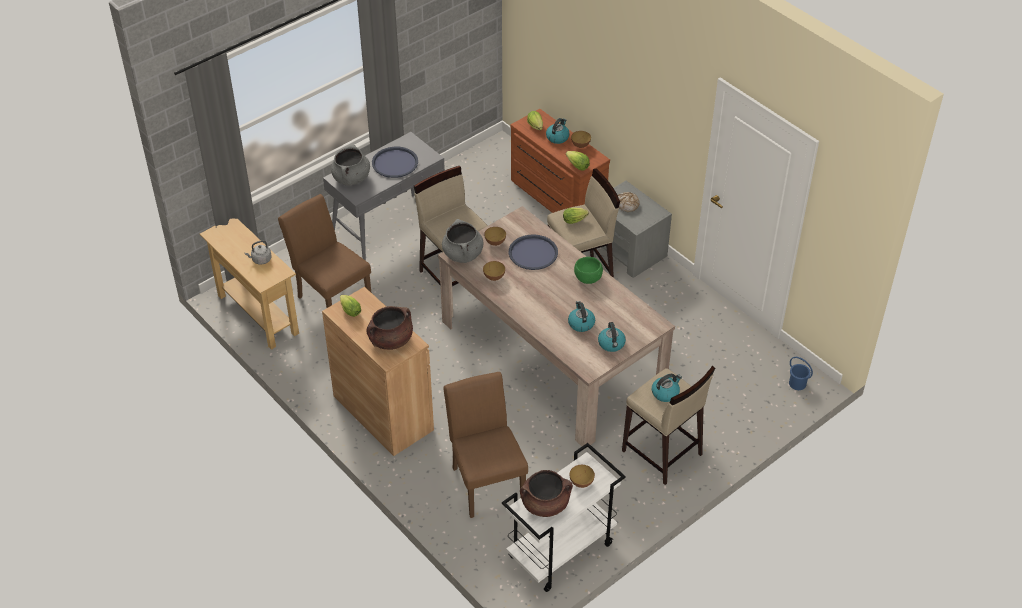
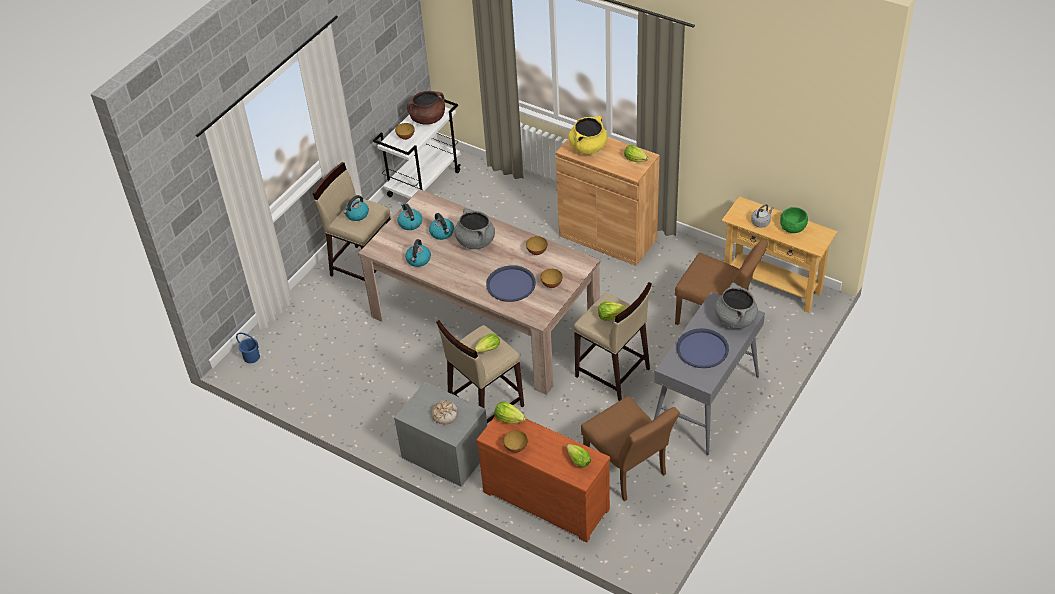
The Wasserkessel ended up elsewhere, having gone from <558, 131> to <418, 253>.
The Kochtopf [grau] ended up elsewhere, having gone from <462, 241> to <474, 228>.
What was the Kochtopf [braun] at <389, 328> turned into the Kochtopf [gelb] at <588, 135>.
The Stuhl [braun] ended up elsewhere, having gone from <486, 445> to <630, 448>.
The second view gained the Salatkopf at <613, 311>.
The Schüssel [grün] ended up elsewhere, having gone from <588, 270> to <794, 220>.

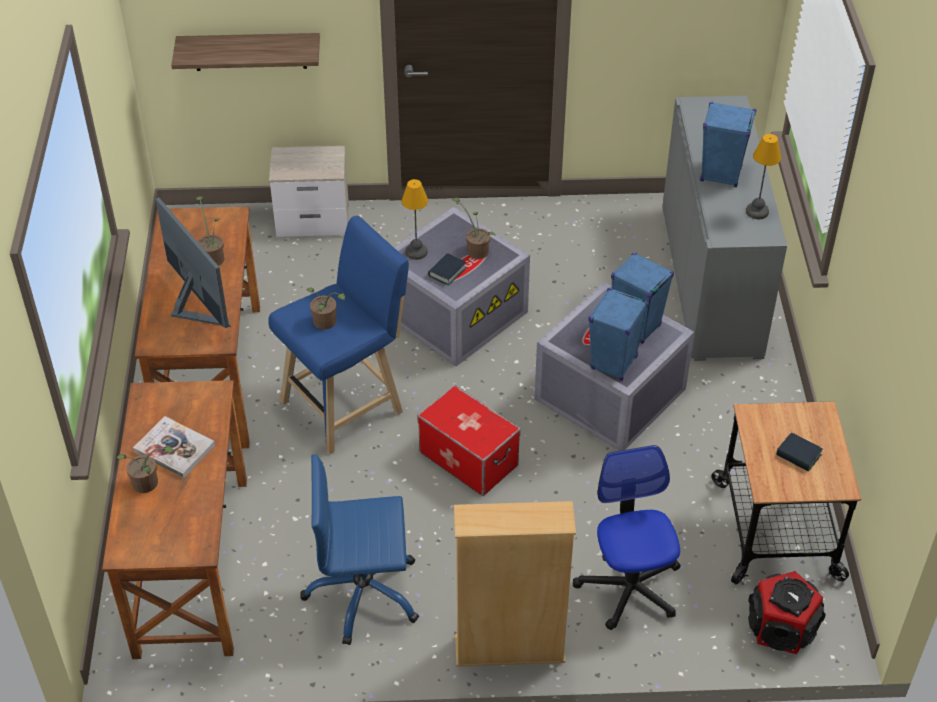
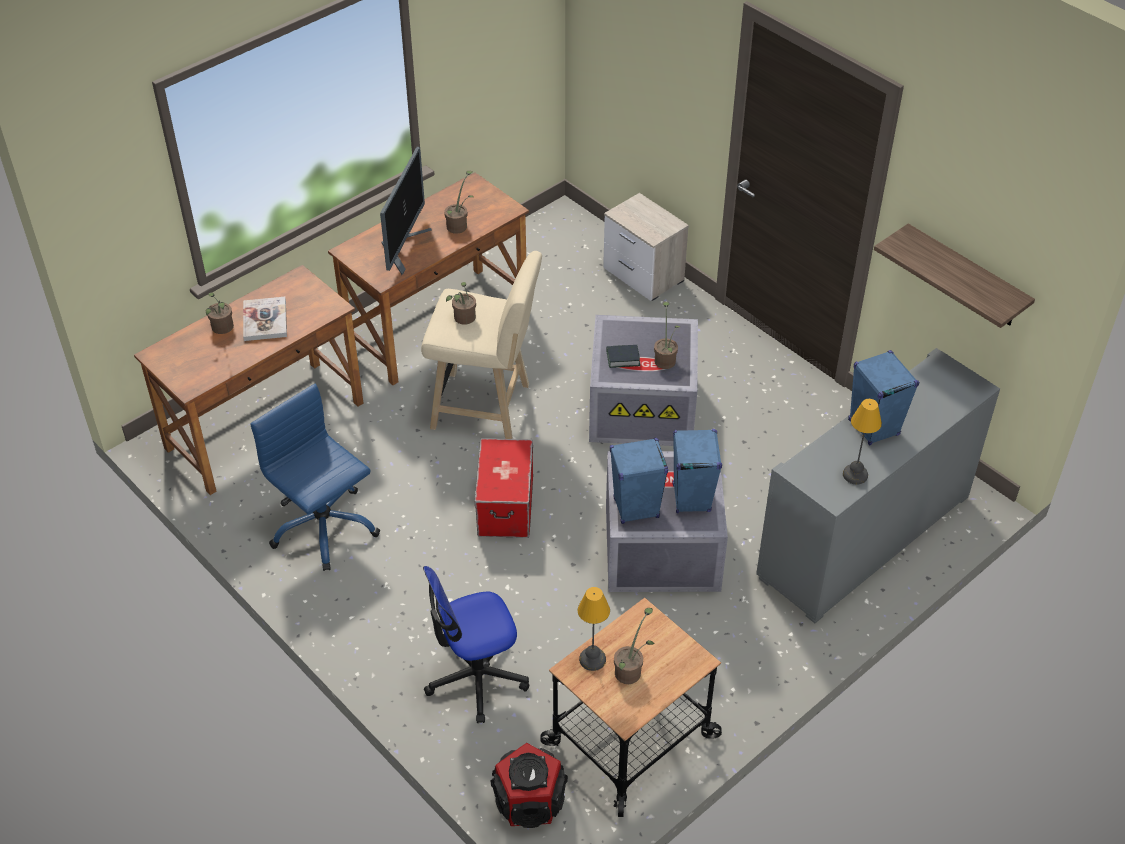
What was the Hocker [blau] at <338, 335> turned into the Hocker [beige] at <481, 345>.
The Bürostuhl at <627, 537> ended up facing another way, 150 degrees counterclockwise from before.
The Tischlampe ended up elsewhere, having gone from <415, 219> to <594, 629>.
Where the Buch stood at <799, 452>, the Topfpflanze came to stand at <634, 646>.
The Wandregal ended up elsewhere, having gone from <245, 52> to <954, 276>.
The second view lost the Bücherregal [beige] at <515, 584>.

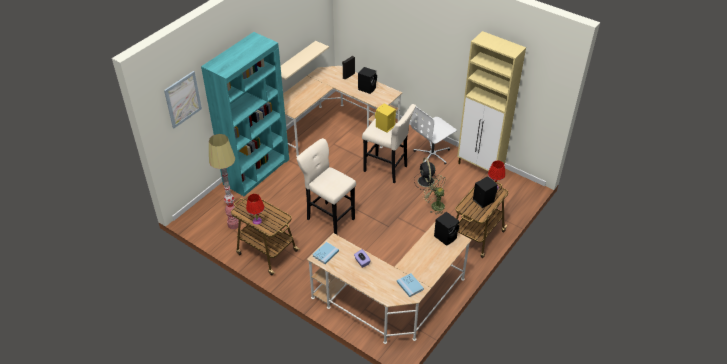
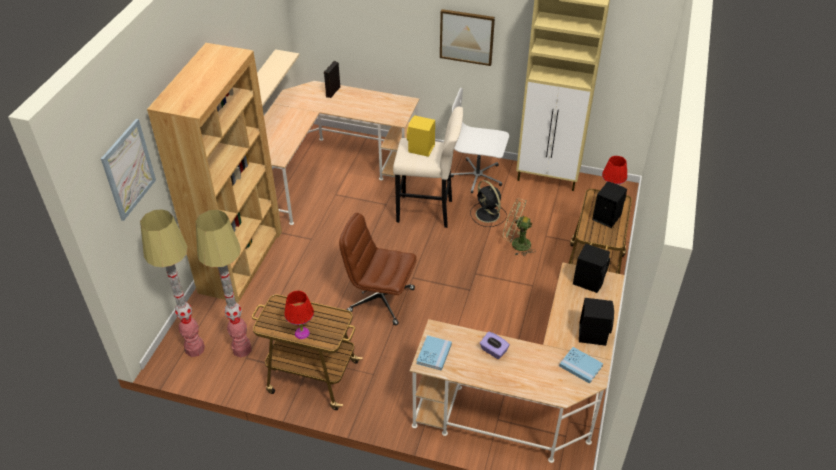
The second view gained the Stehlampe at <172, 283>.
What was the Bücherregal [türkis] at <245, 114> turned into the Bücherregal [braun] at <214, 173>.
Where the Hocker [beige] stood at <326, 186>, the Bürostuhl [braun] came to stand at <377, 269>.
The second view gained the Bild at <467, 37>.
The Bürostuhl [weiß] at <434, 135> ended up facing another way, 75 degrees clockwise from before.
The Lautsprecher [schwarz] ended up elsewhere, having gone from <367, 80> to <596, 322>.

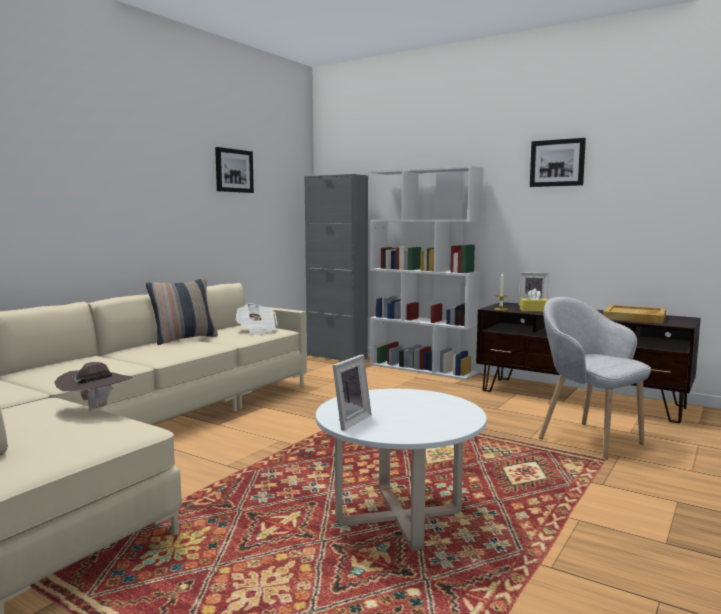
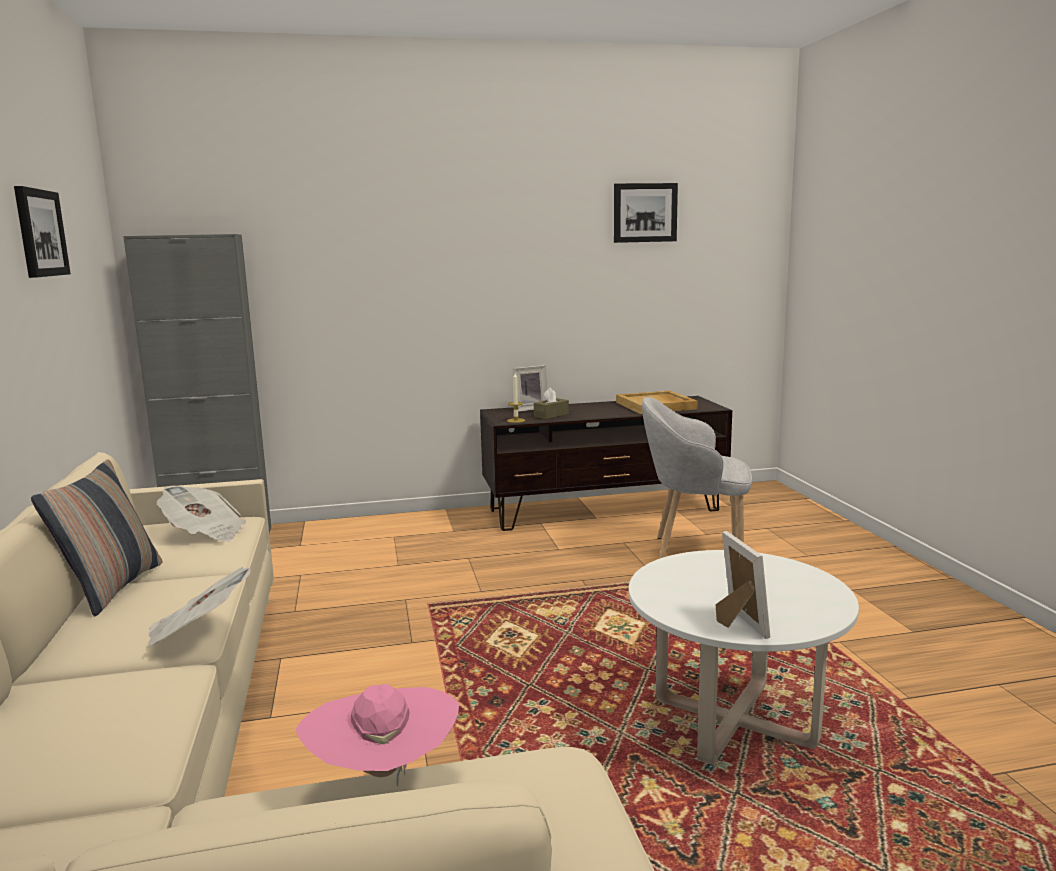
The second view gained the Zeitung at <199, 607>.
What was the Hut [braun] at <93, 387> turned into the Hut [rosa] at <377, 735>.
What was the Taschentuchbox [gelb] at <534, 300> turned into the Taschentuchbox [braun] at <551, 403>.
The Bild ended up elsewhere, having gone from <558, 162> to <646, 213>.
The second view lost the Bücherregal [weiß] at <427, 273>.

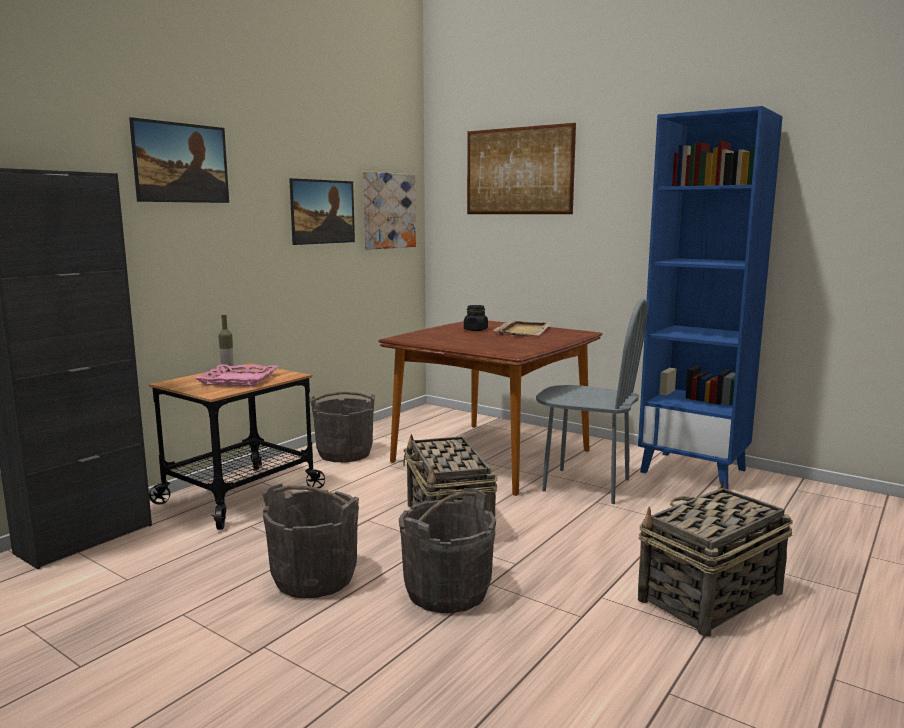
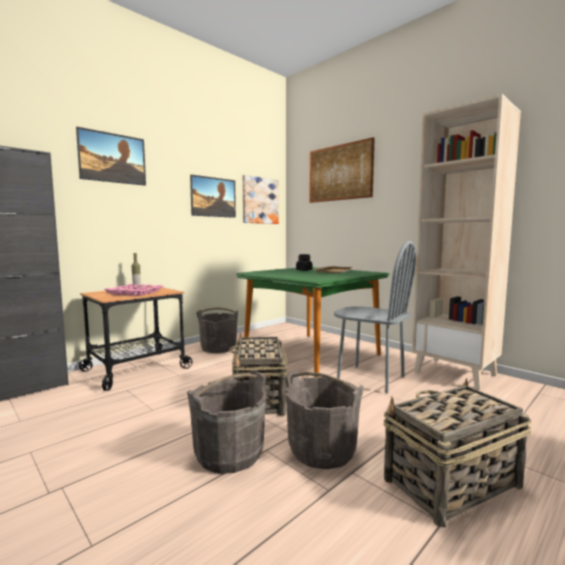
What was the Esstisch [braun] at <490, 408> turned into the Esstisch [grün] at <313, 322>.
The Eimer [grau] ended up elsewhere, having gone from <310, 541> to <324, 419>.
What was the Bücherregal [blau] at <710, 298> turned into the Bücherregal [beige] at <466, 242>.

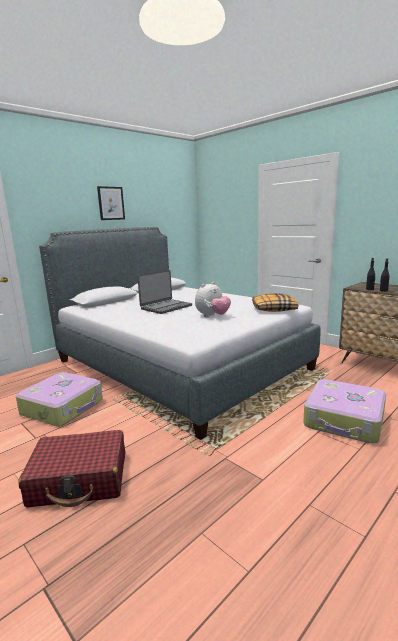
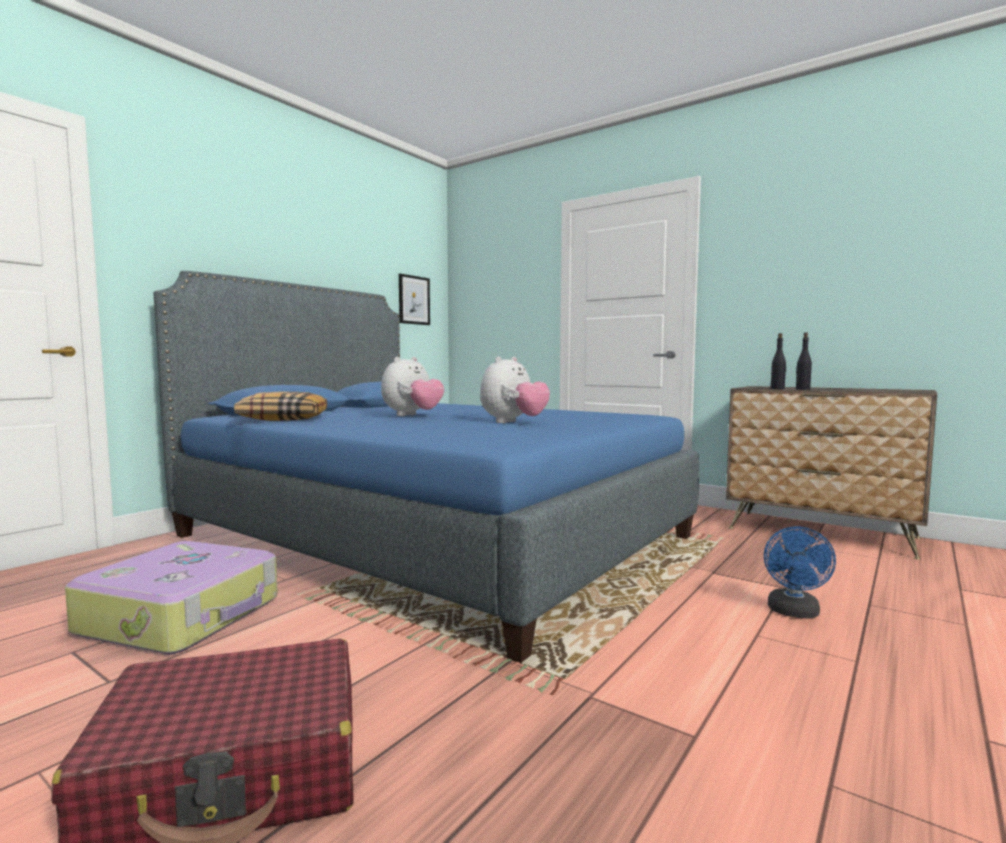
What was the Bett [grau] at <179, 333> turned into the Bett [blau] at <426, 467>.
The Kissen ended up elsewhere, having gone from <275, 302> to <280, 406>.
Where the Laptop stood at <164, 292>, the Plüschtier came to stand at <412, 386>.
The Bild ended up elsewhere, having gone from <111, 203> to <414, 299>.
Where the Koffer stood at <344, 411>, the Ventilator [blau] came to stand at <800, 572>.

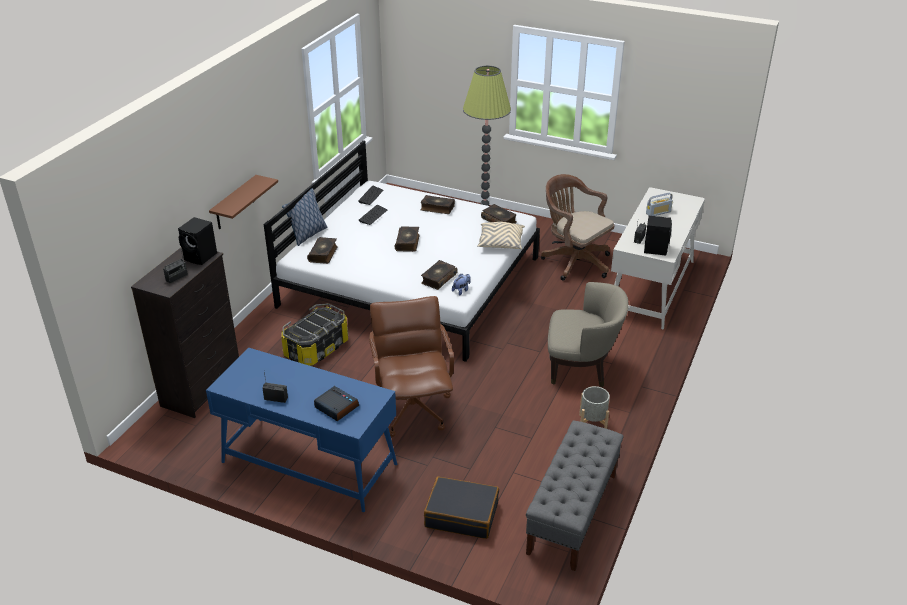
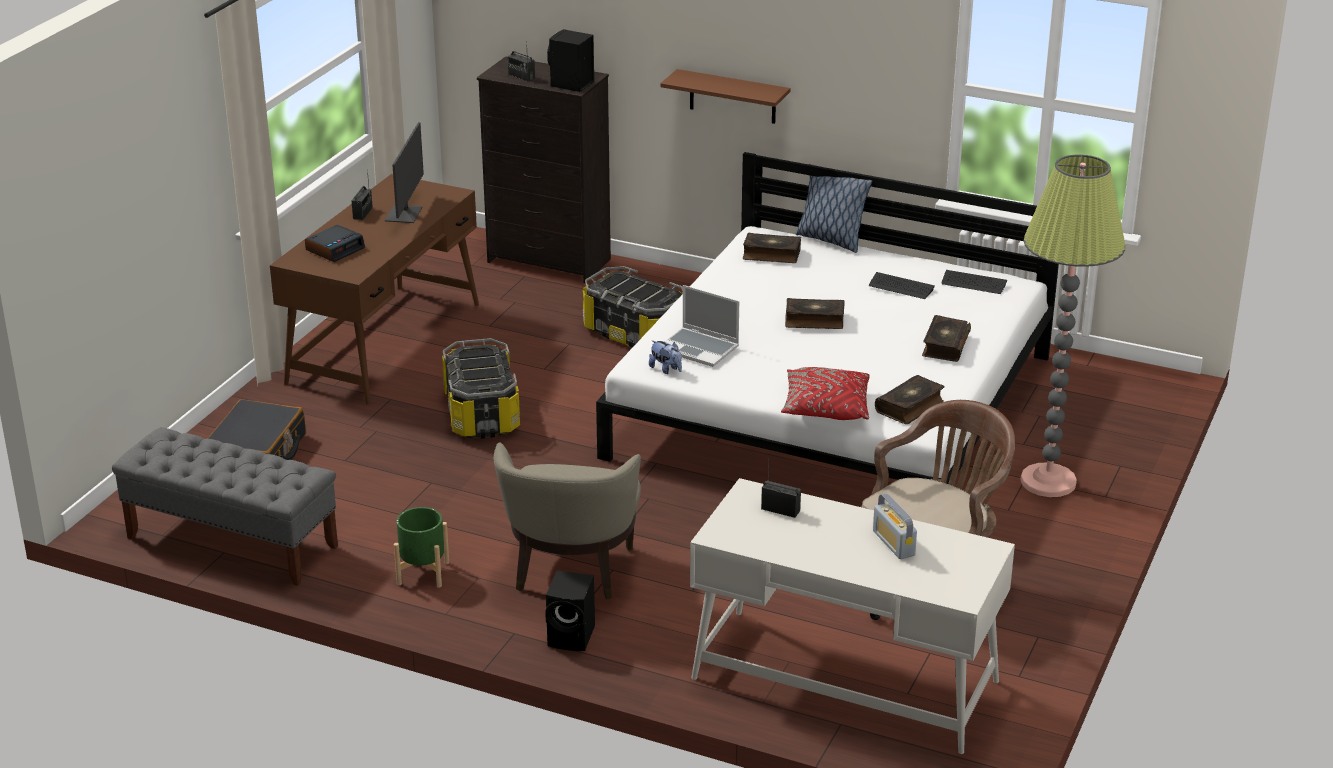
What was the Schreibtisch [blau] at <301, 430> turned into the Schreibtisch [braun] at <374, 289>.
The second view gained the Monitor at <404, 172>.
What was the Pflanzkübel [grau] at <594, 407> turned into the Pflanzkübel [grün] at <421, 547>.
Where the Bürostuhl [braun] stood at <411, 366>, the Aufbewahrungsbox came to stand at <481, 388>.
The Lautsprecher [schwarz] ended up elsewhere, having gone from <658, 236> to <570, 611>.
Where the Buch stood at <439, 275>, the Laptop came to stand at <701, 326>.
What was the Kissen [beige] at <501, 235> turned into the Kissen [rot] at <825, 393>.

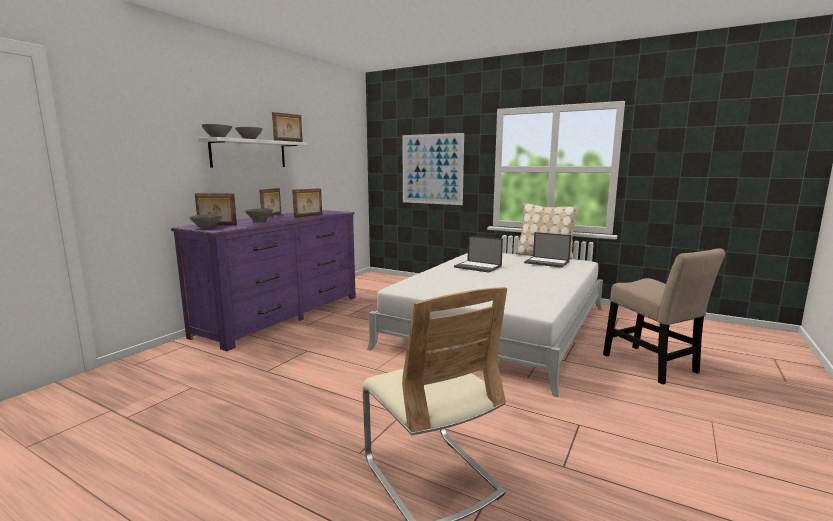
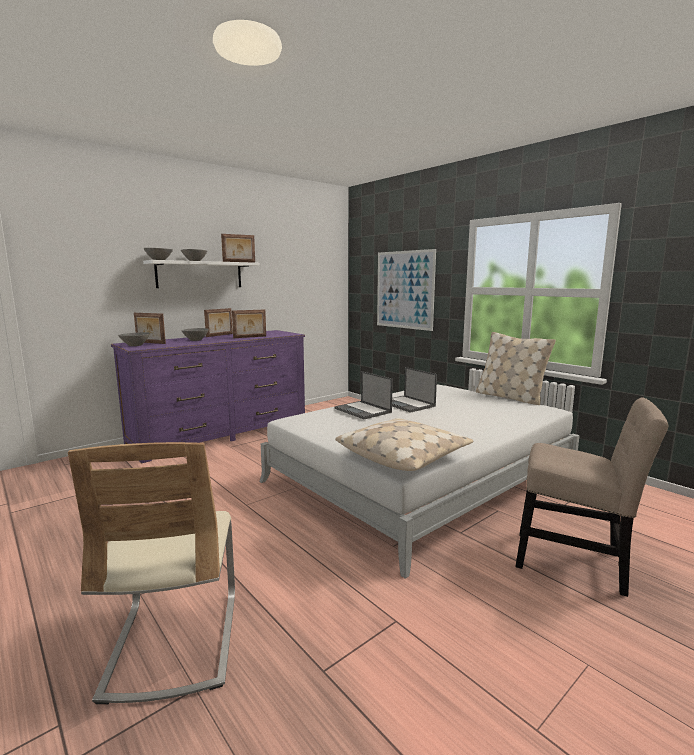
The Laptop ended up elsewhere, having gone from <547, 250> to <363, 395>.
The second view gained the Kissen [beige] at <404, 444>.
The Stuhl [beige] at <664, 316> ended up facing another way, 60 degrees counterclockwise from before.

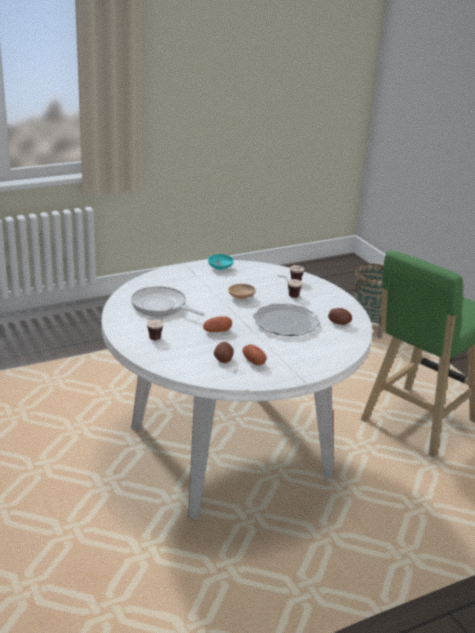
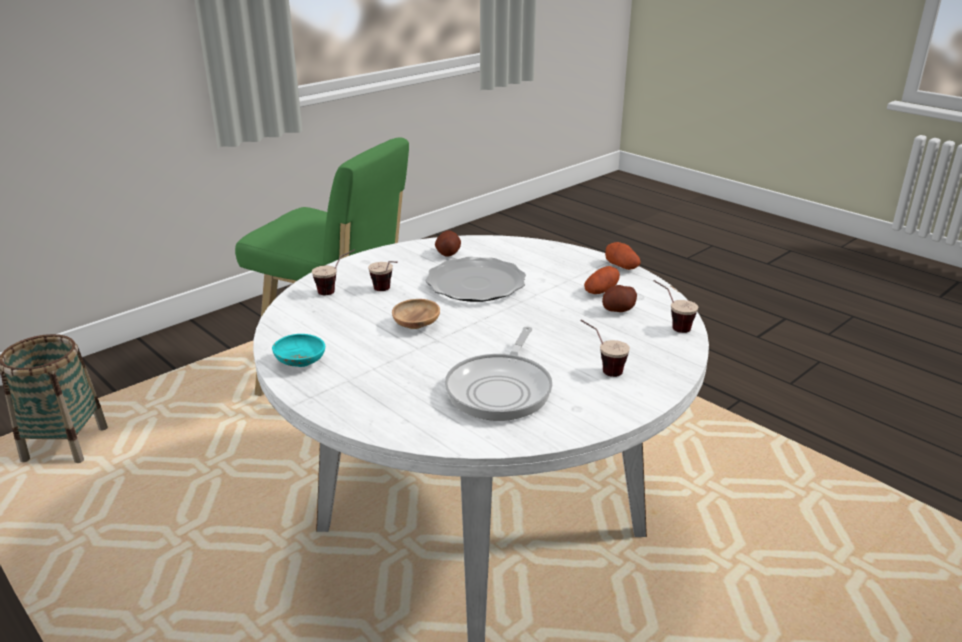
The Kartoffel ended up elsewhere, having gone from <217, 324> to <623, 256>.
The second view gained the Tasse at <676, 306>.

